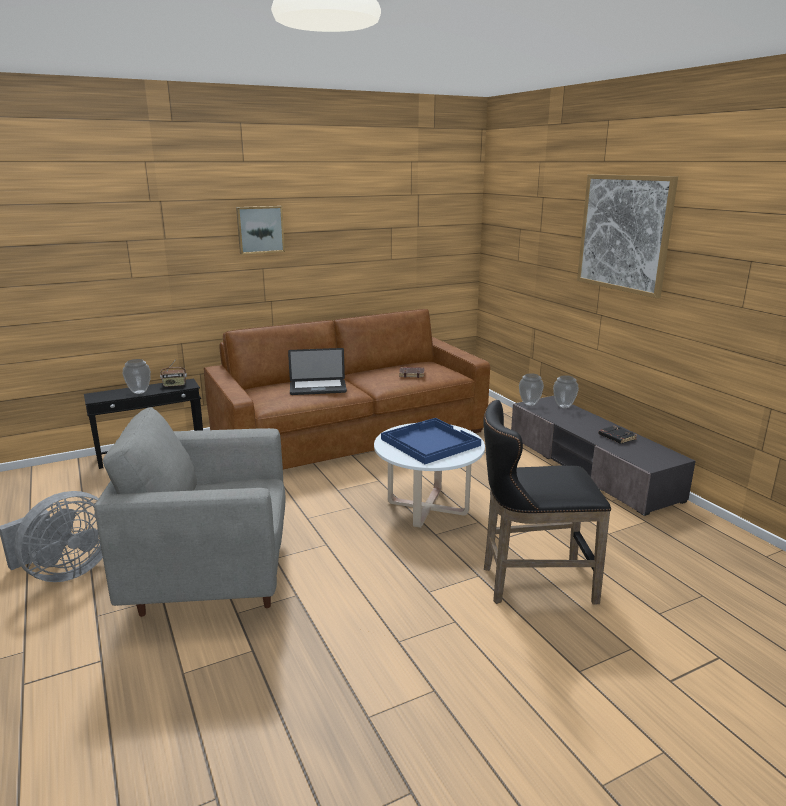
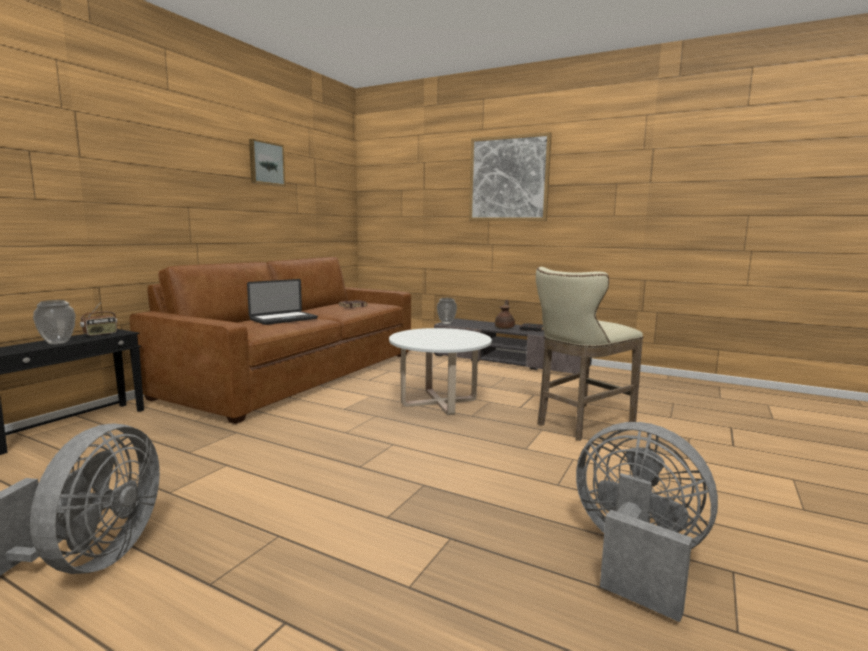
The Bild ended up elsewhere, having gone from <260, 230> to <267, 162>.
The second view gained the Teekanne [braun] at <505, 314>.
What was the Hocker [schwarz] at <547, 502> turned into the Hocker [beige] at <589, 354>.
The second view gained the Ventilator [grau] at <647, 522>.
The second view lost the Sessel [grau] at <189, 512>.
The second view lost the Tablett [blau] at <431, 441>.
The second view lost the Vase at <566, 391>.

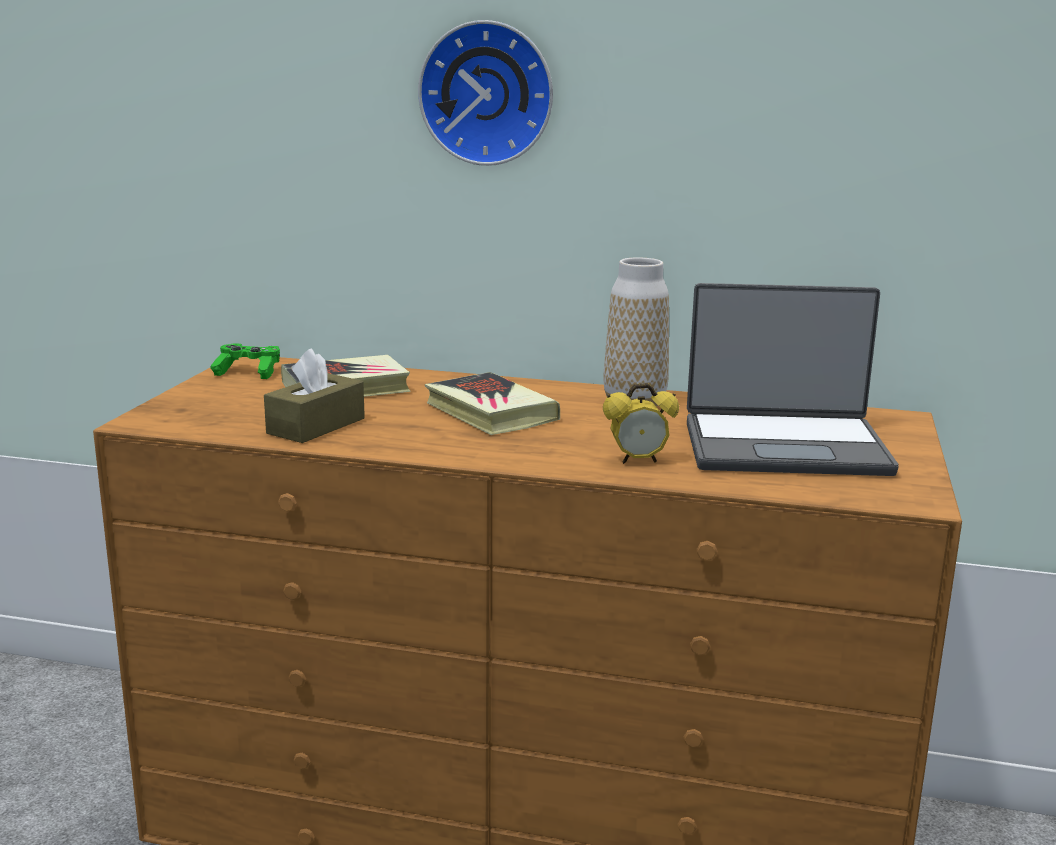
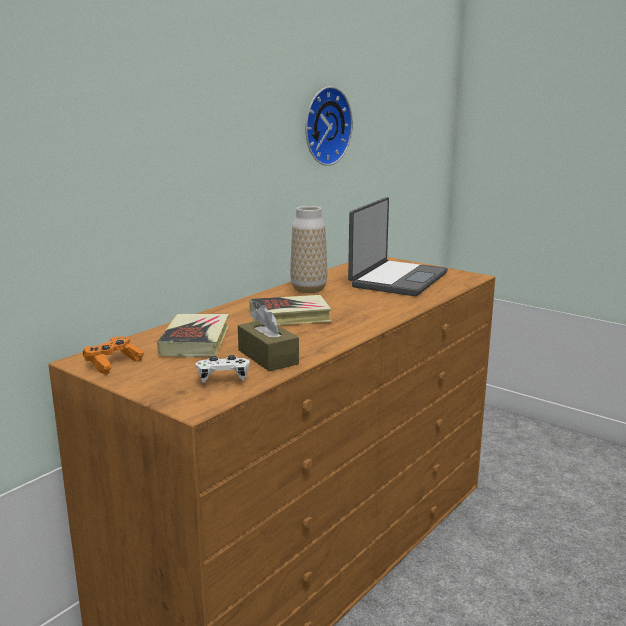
What was the Gamepad [grün] at <245, 361> turned into the Gamepad [orange] at <113, 355>.
The second view gained the Gamepad [weiß] at <222, 369>.
The Wanduhr ended up elsewhere, having gone from <485, 93> to <329, 126>.
The second view lost the Wecker at <641, 423>.

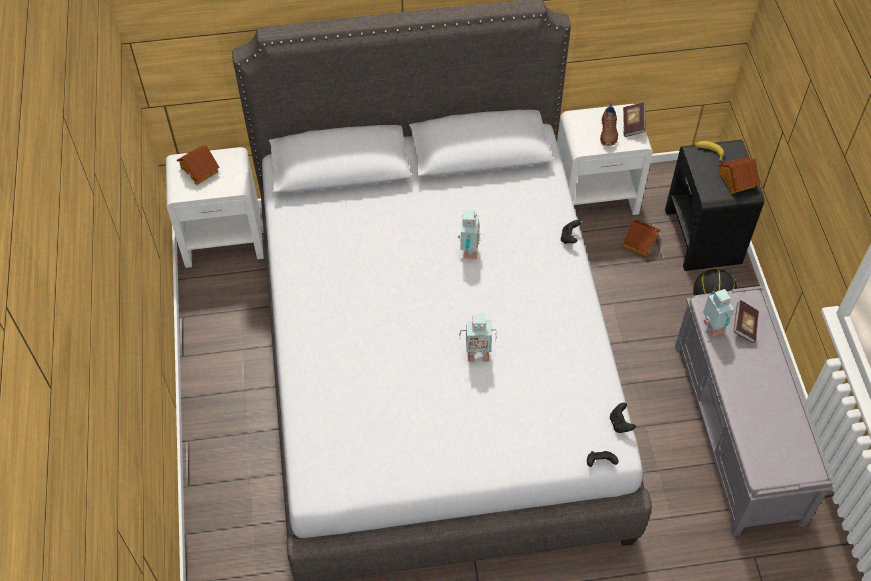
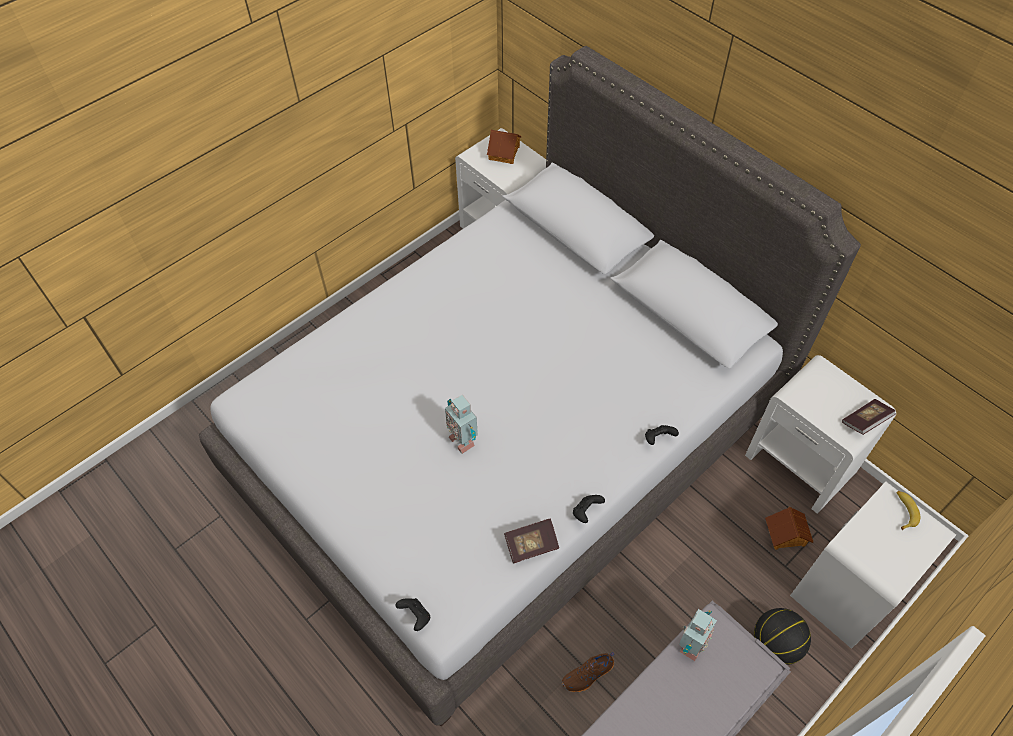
The Buch ended up elsewhere, having gone from <746, 321> to <531, 540>.
The Schuh [braun] ended up elsewhere, having gone from <609, 124> to <588, 672>.
The Gamepad [schwarz] ended up elsewhere, having gone from <623, 418> to <589, 509>.
What was the Nachttisch [schwarz] at <714, 205> turned into the Nachttisch [weiß] at <873, 565>.
The second view lost the Spielzeugroboter at <469, 234>.
The second view lost the Spielzeughaus at <739, 176>.

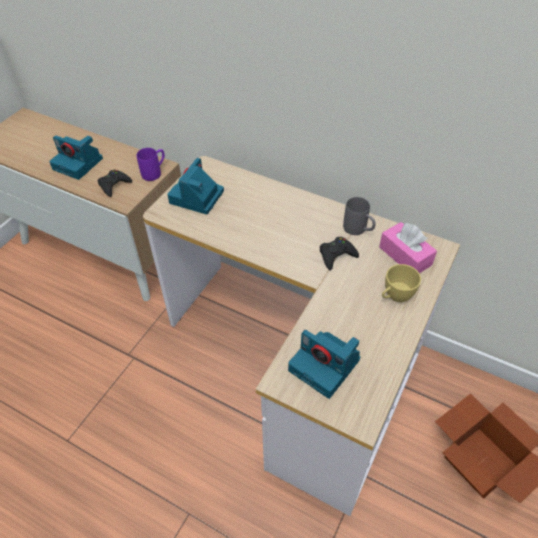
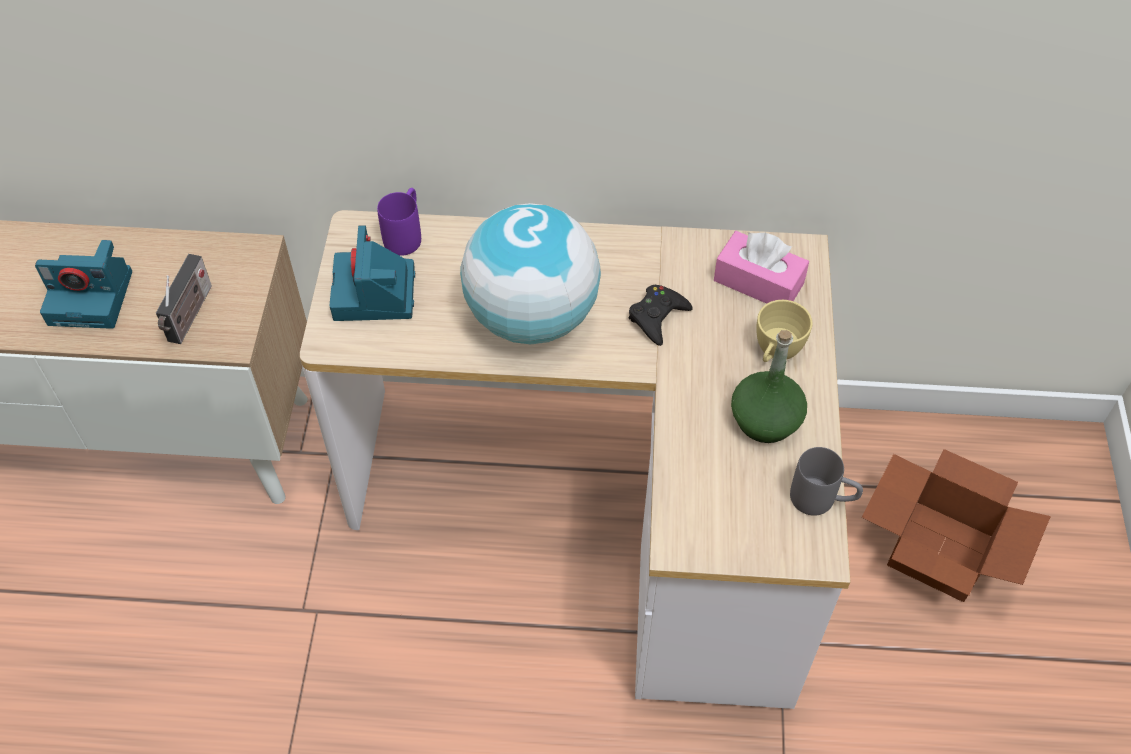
Where the Gamepad [schwarz] stood at <114, 183>, the Radio came to stand at <184, 299>.
The Henkelbecher [lila] ended up elsewhere, having gone from <151, 164> to <399, 222>.
The second view gained the Globus at <530, 273>.
The second view gained the Flasche [grün] at <769, 386>.
The Henkelbecher [grau] ended up elsewhere, having gone from <359, 216> to <826, 481>.
The second view lost the Kamera at <324, 364>.

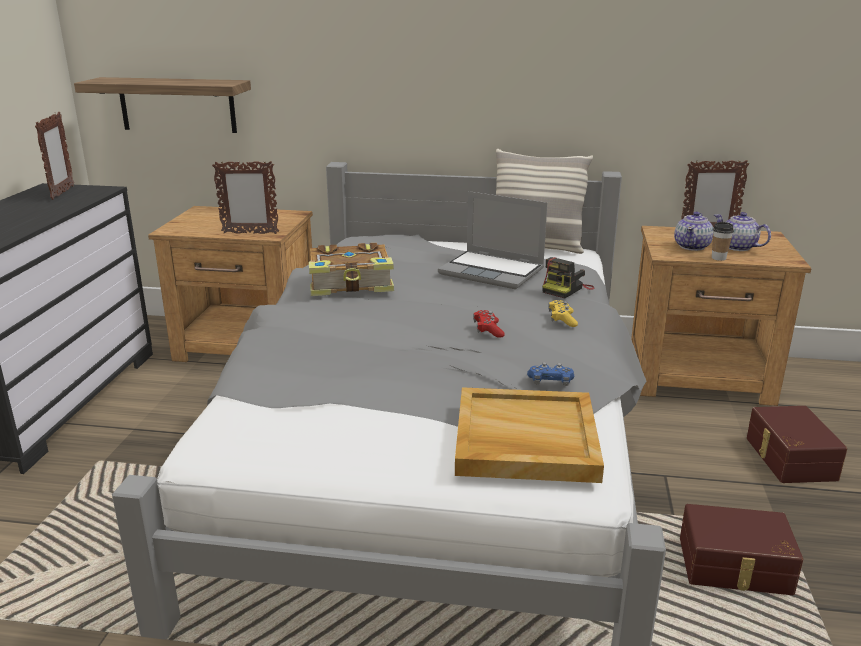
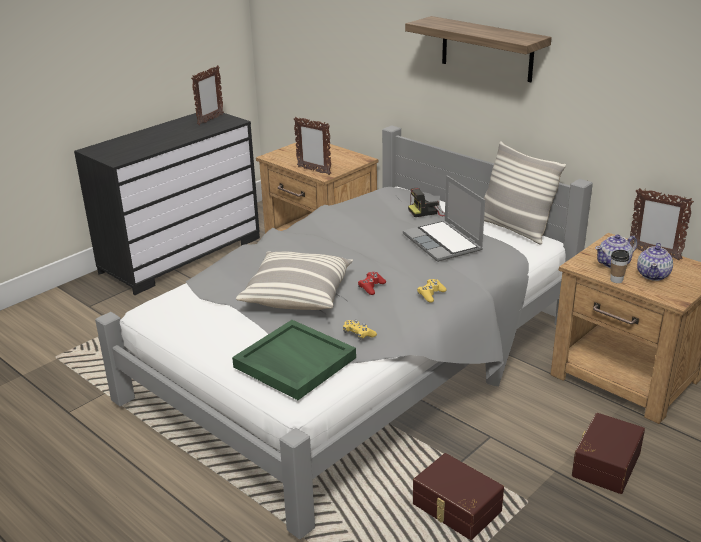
What was the Tablett [beige] at <529, 435> turned into the Tablett [grün] at <294, 360>.
The second view gained the Kissen at <294, 280>.
What was the Gamepad [blau] at <550, 374> turned into the Gamepad [gelb] at <360, 330>.
The Wandregal ended up elsewhere, having gone from <162, 105> to <478, 49>.
The Kamera ended up elsewhere, having gone from <568, 278> to <426, 202>.
The Teekanne at <742, 231> ended up facing another way, 150 degrees counterclockwise from before.
The second view lost the Buch at <351, 269>.

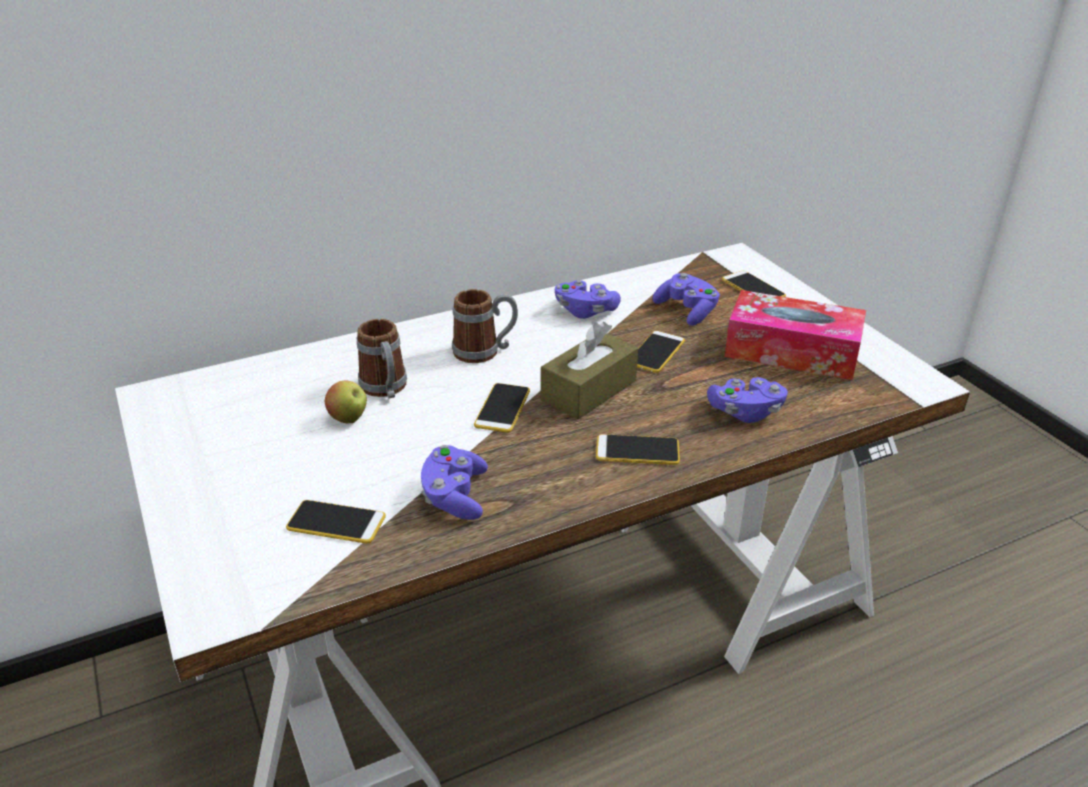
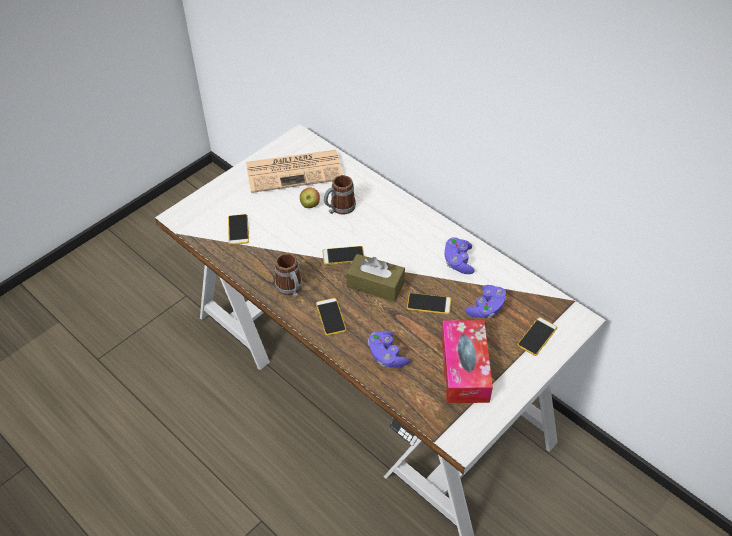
The second view gained the Zeitung at <294, 171>.
The Henkelbecher ended up elsewhere, having gone from <485, 326> to <289, 275>.
The second view lost the Gamepad [lila] at <454, 482>.

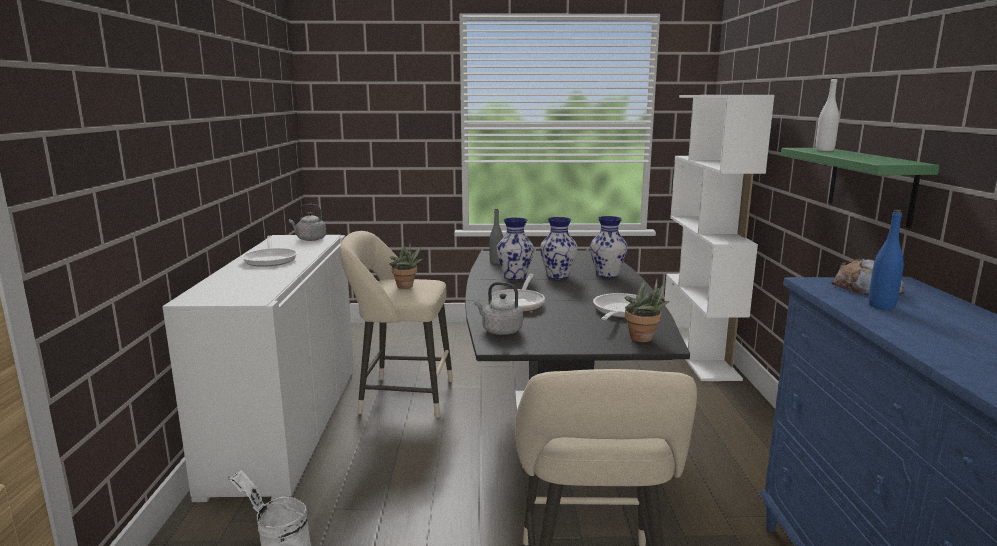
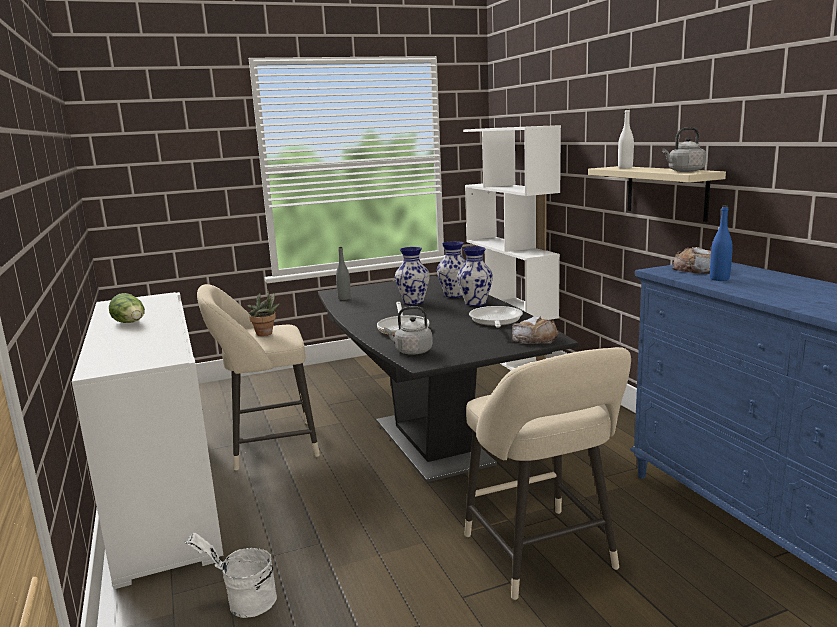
Where the Pfanne stood at <269, 251>, the Salatkopf came to stand at <127, 308>.
The Vase ended up elsewhere, having gone from <515, 248> to <475, 276>.
Where the Topfpflanze stood at <647, 310>, the Brot came to stand at <535, 330>.
What was the Wandregal [grün] at <860, 188> turned into the Wandregal [beige] at <657, 194>.
The Wasserkessel [grau] ended up elsewhere, having gone from <307, 222> to <684, 149>.

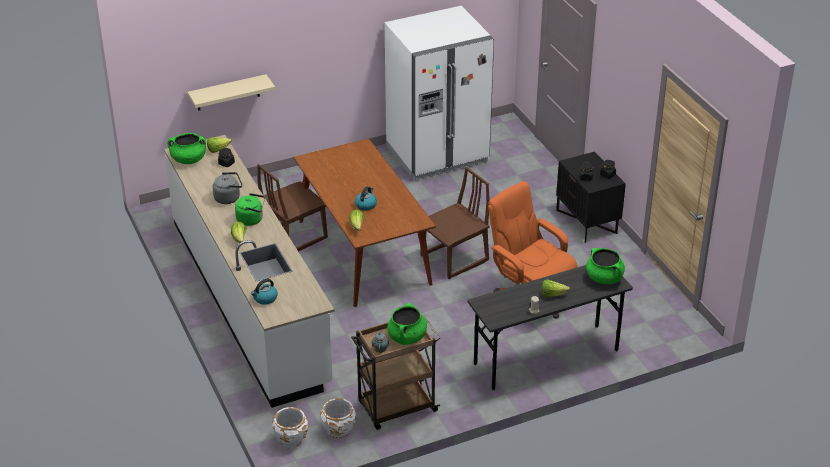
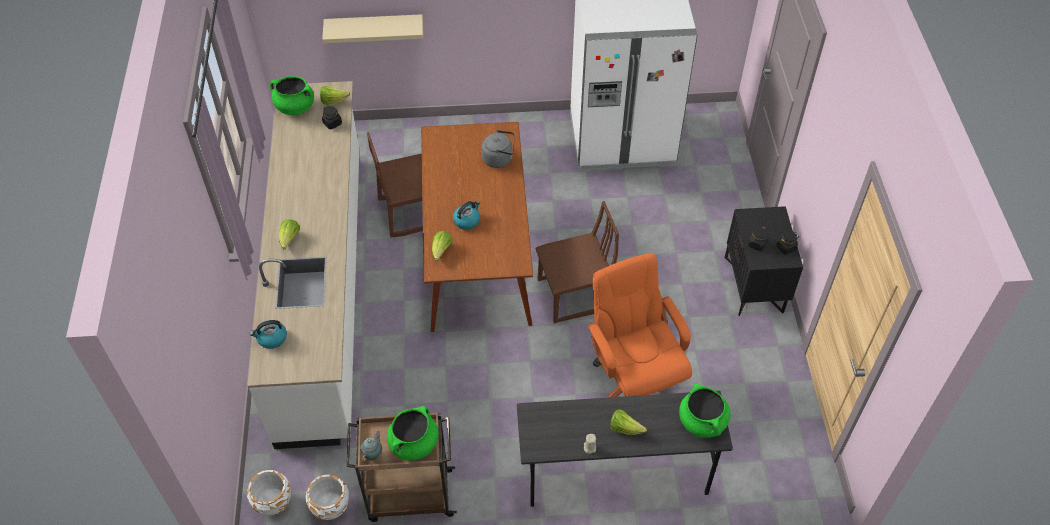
The Wasserkessel [grau] ended up elsewhere, having gone from <227, 188> to <498, 149>.
The second view lost the Wasserkessel [grün] at <250, 209>.

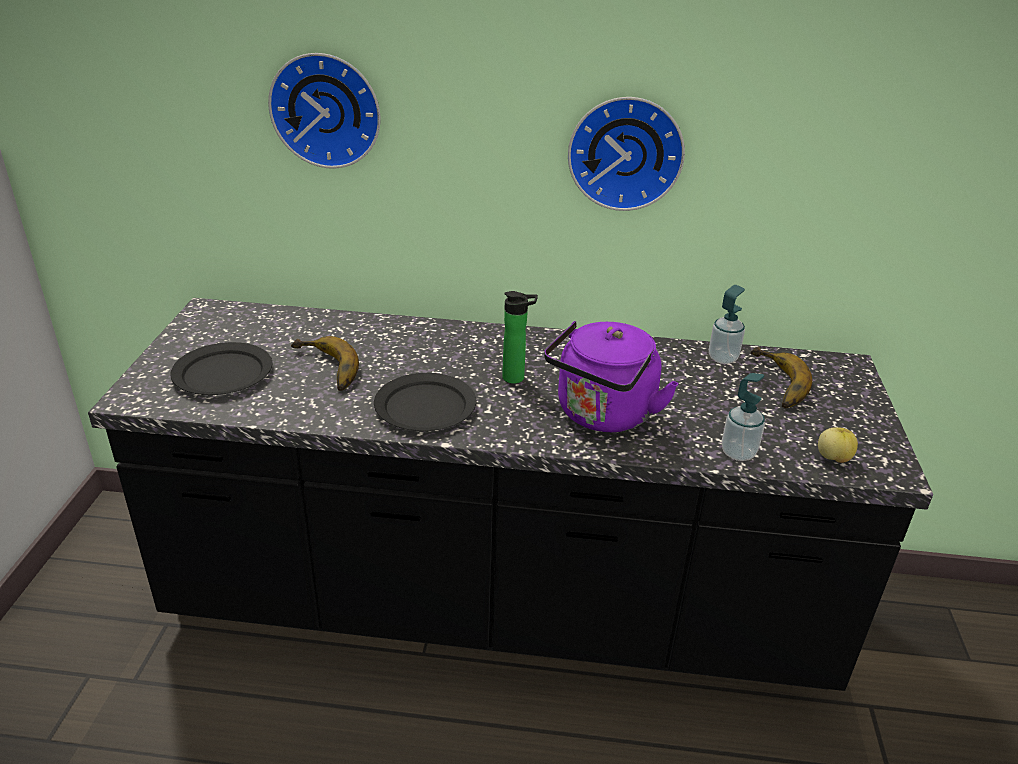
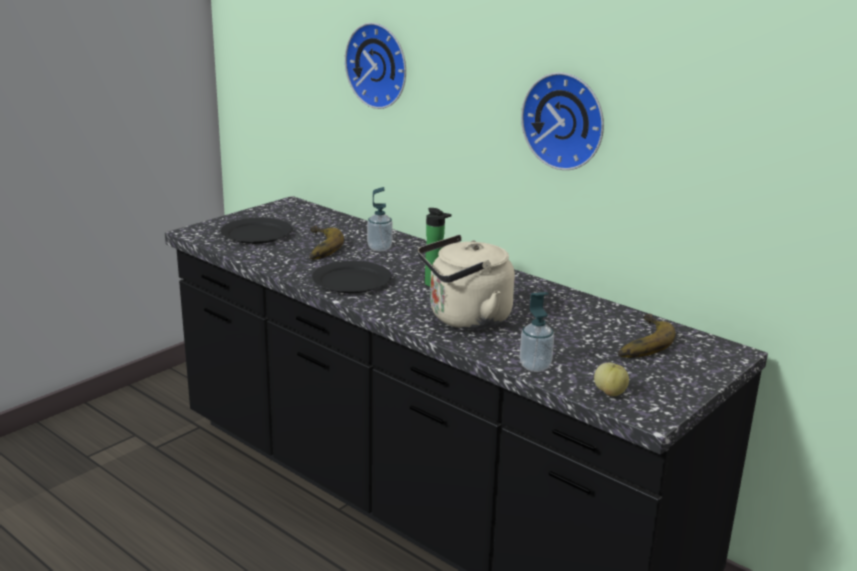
The Seifenspender ended up elsewhere, having gone from <727, 324> to <380, 219>.
What was the Wasserkessel [lila] at <611, 376> turned into the Wasserkessel [beige] at <466, 282>.

